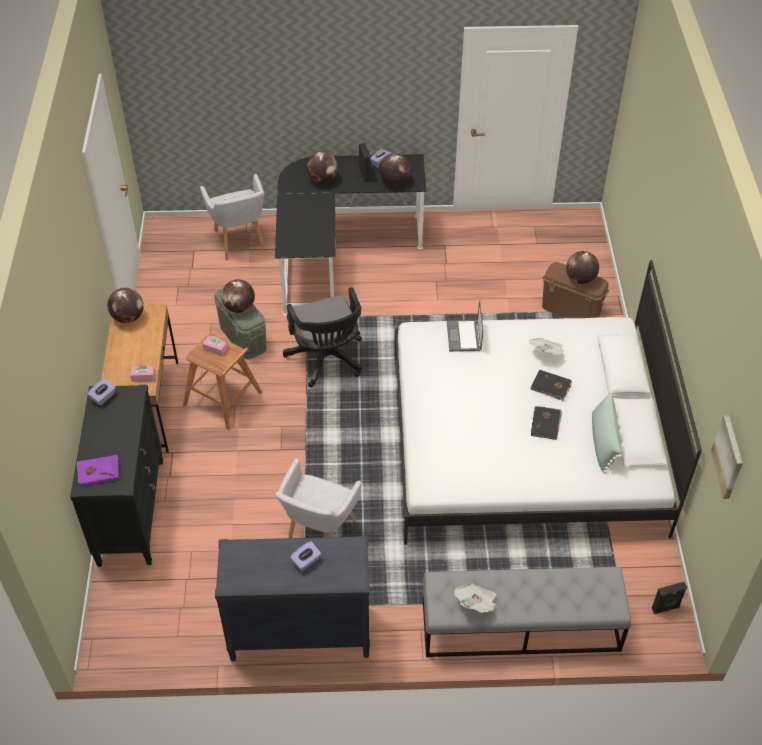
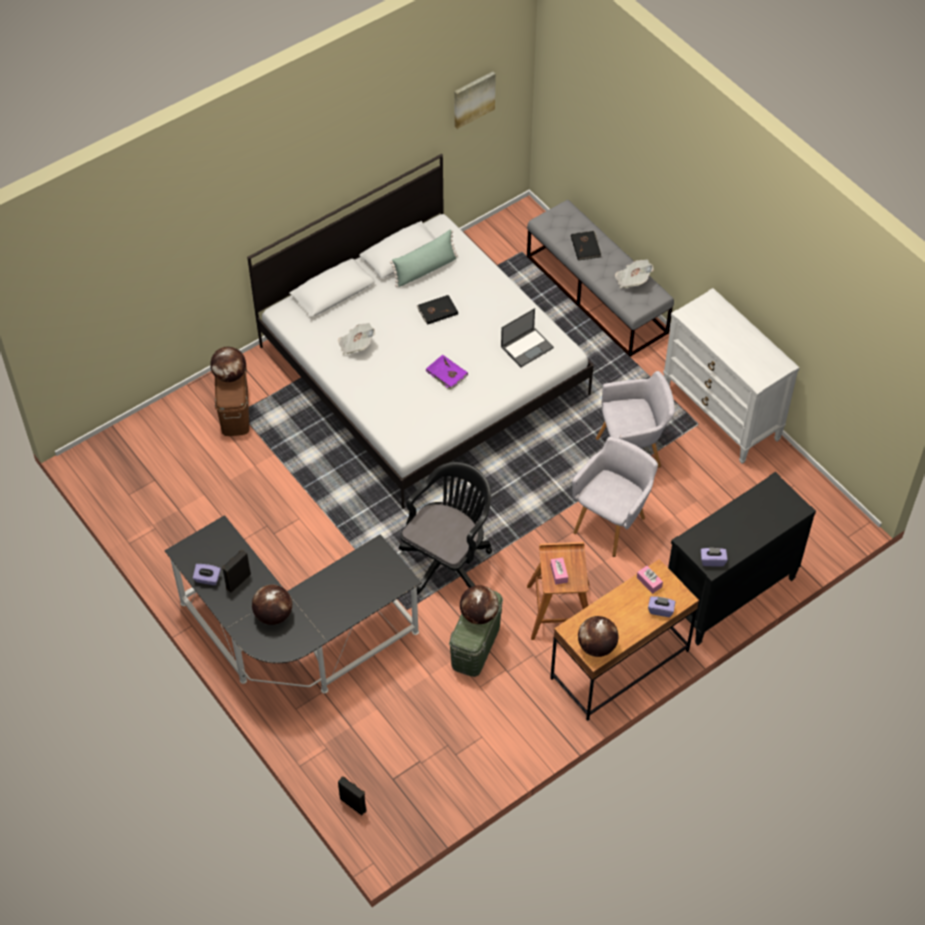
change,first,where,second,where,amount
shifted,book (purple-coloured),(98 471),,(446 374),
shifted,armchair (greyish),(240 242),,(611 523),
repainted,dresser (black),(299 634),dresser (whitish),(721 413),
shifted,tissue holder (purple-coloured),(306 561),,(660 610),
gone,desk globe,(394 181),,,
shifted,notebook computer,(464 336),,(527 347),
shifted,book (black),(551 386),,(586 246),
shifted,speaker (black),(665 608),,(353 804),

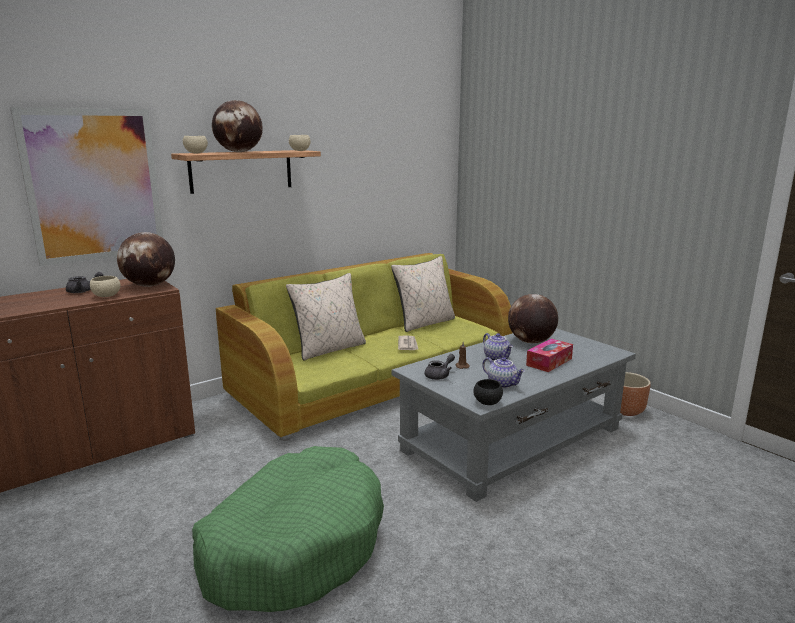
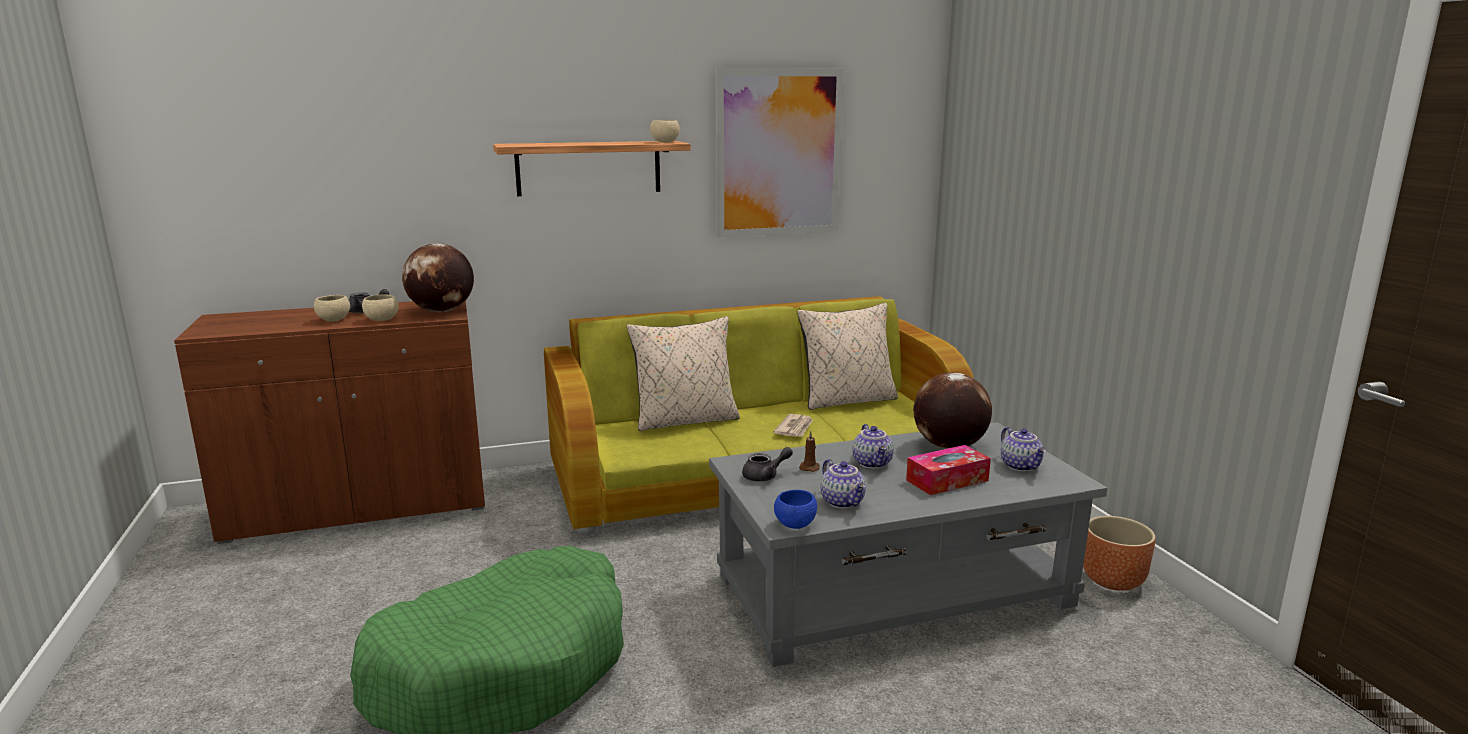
change,first,where,second,where,amount
shifted,picture,(94 185),,(778 153),
shifted,bowl (beige-coloured),(196 153),,(334 320),
gone,desk globe,(239 152),,,
repainted,bowl (black),(487 403),bowl (blue-coloured),(795 524),
new,,,pot for tea,(1021 466),

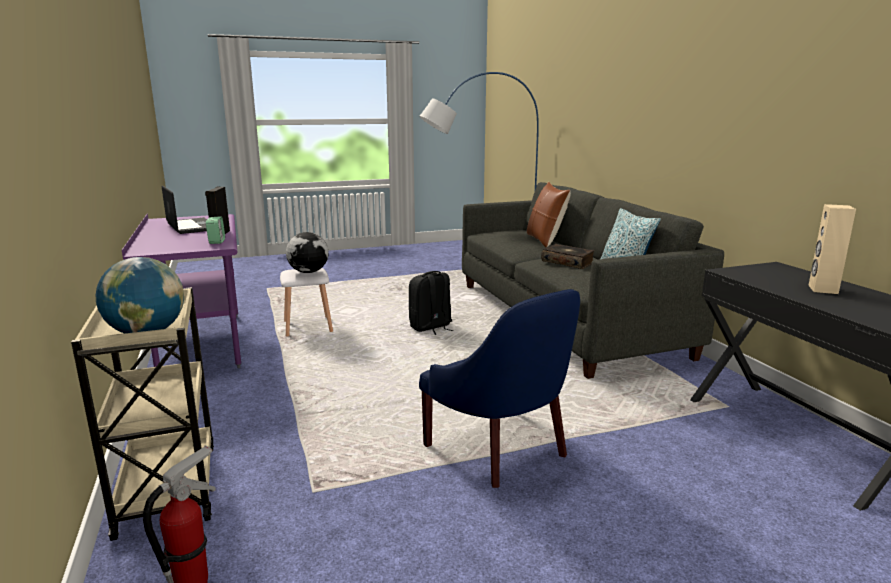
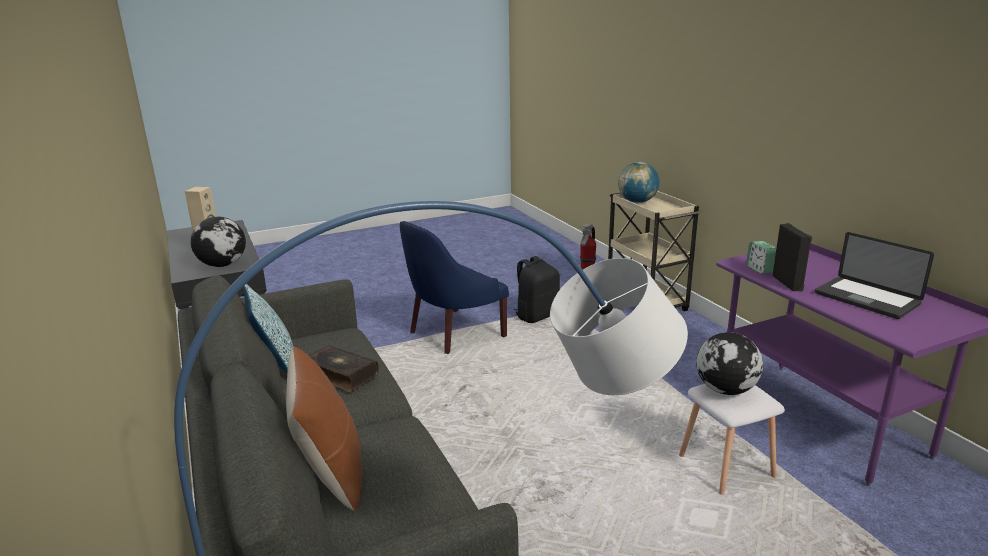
change,first,where,second,where,amount
shifted,rucksack (black),(431 327),,(537 316),
rotated,armchair (blue-coloured),(501 449),,(453 333),90 degrees counterclockwise
new,,,desk globe,(223 265),

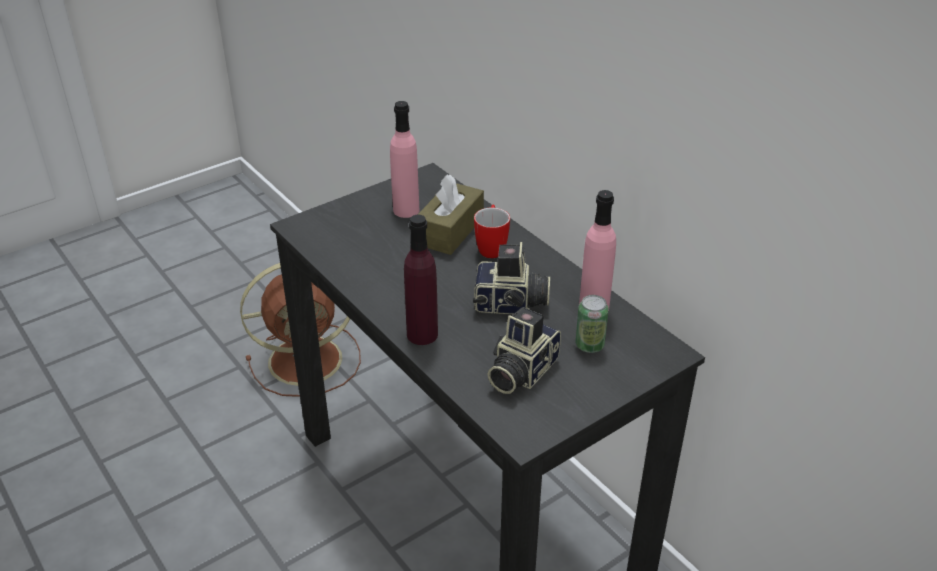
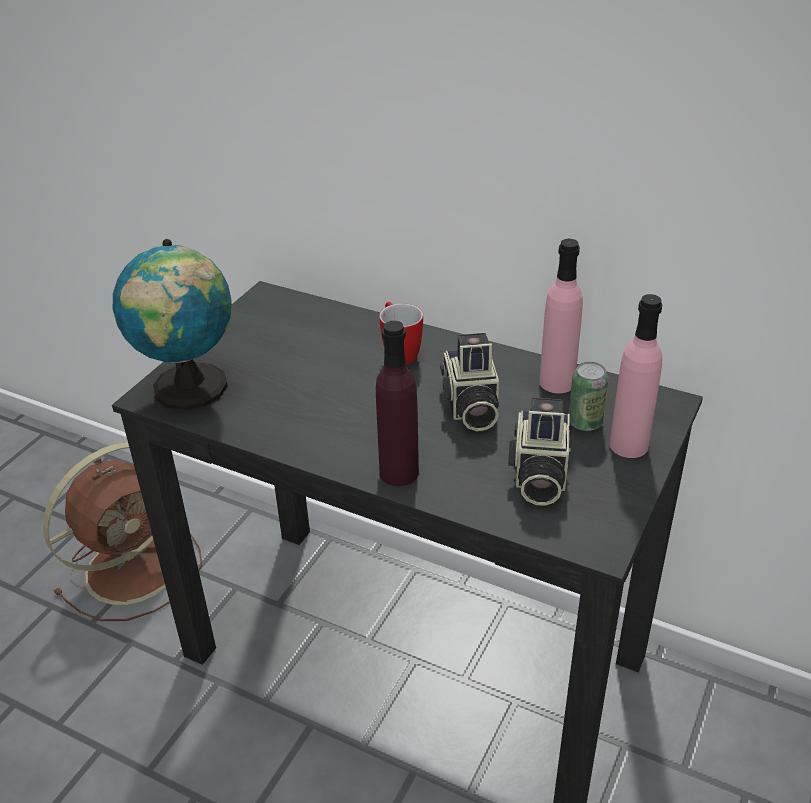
change,first,where,second,where,amount
shifted,beverage bottle (pink-coloured),(406 210),,(628 445),
gone,tissue holder (brownish),(450 230),,,
rotated,photo camera,(511 305),,(469 407),105 degrees clockwise
new,,,desk globe,(190 390),

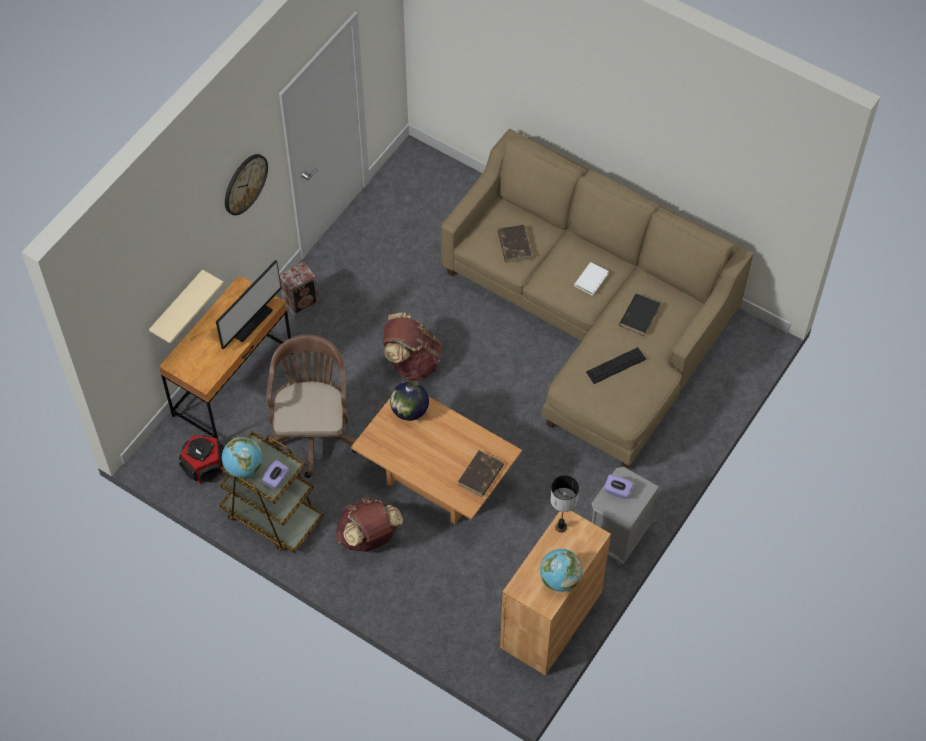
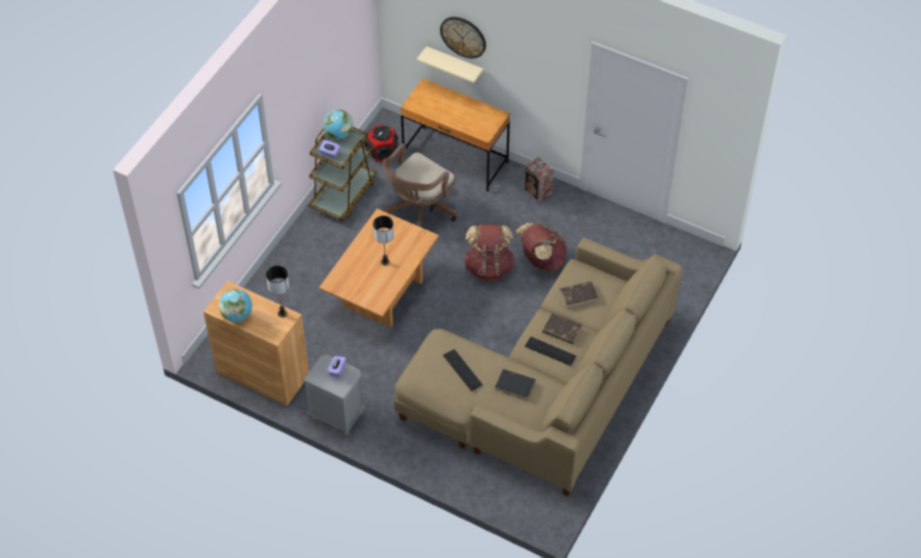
change,first,where,second,where,amount
gone,monitor,(247 320),,,
shifted,wall clock,(245 184),,(463 36),
rotated,desk chair (brownish),(313 431),,(418 211),135 degrees clockwise
shifted,rucksack (brownish),(369 537),,(541 260),
gone,desk globe,(409 411),,,
shifted,book (brownish),(480 475),,(561 330),
swapped,book (whitish),(591 280),PC keyboard,(550 351),
new,,,table lamp,(385 262),

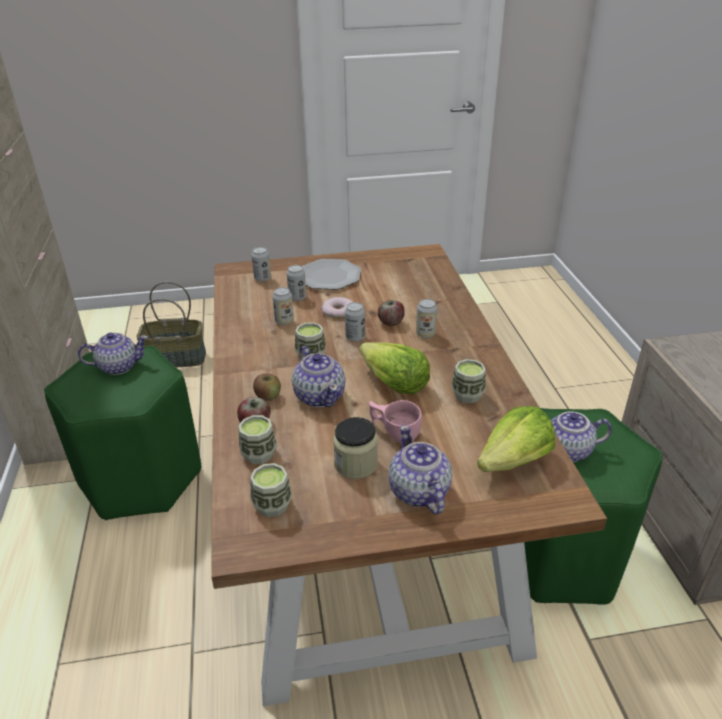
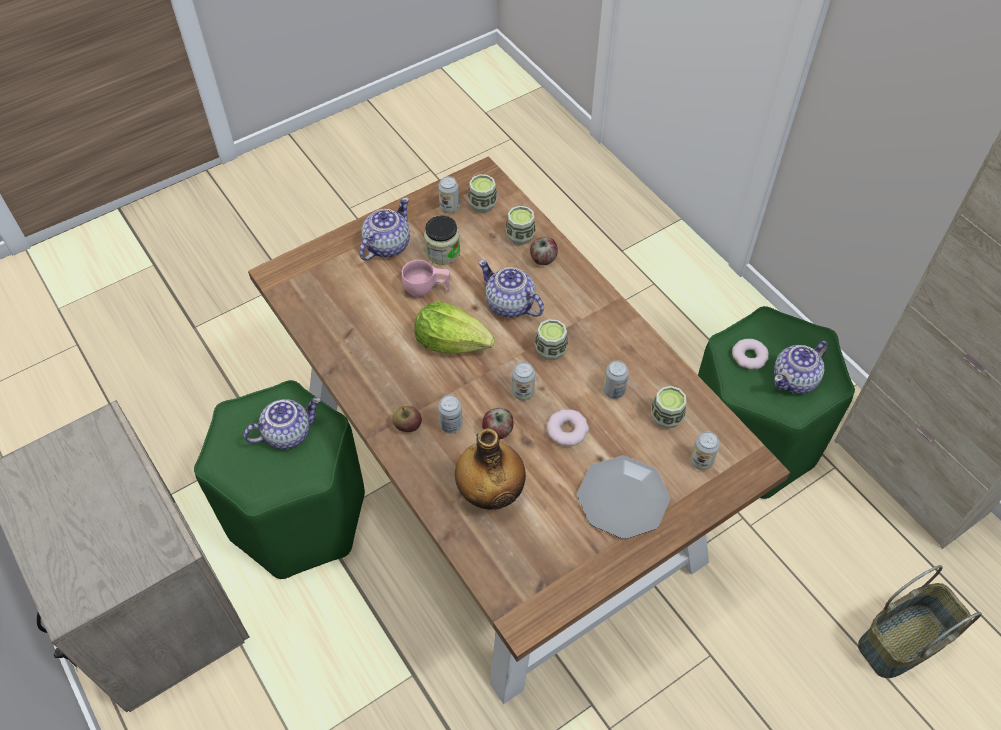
change,first,where,second,where,amount
shifted,whole apple,(268 396),,(407 425),
shifted,metal can,(297 297),,(449 207),
rotated,pot for tea,(418 492),,(386 245),105 degrees counterclockwise
shifted,small cup,(467 395),,(666 417),
gone,lettuce head,(514 461),,,
new,,,beverage bottle,(491 492),
new,,,doughnut,(749 356),

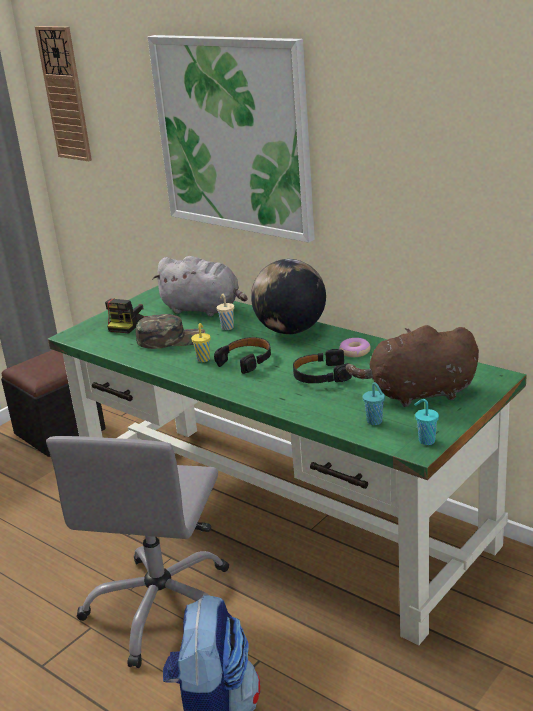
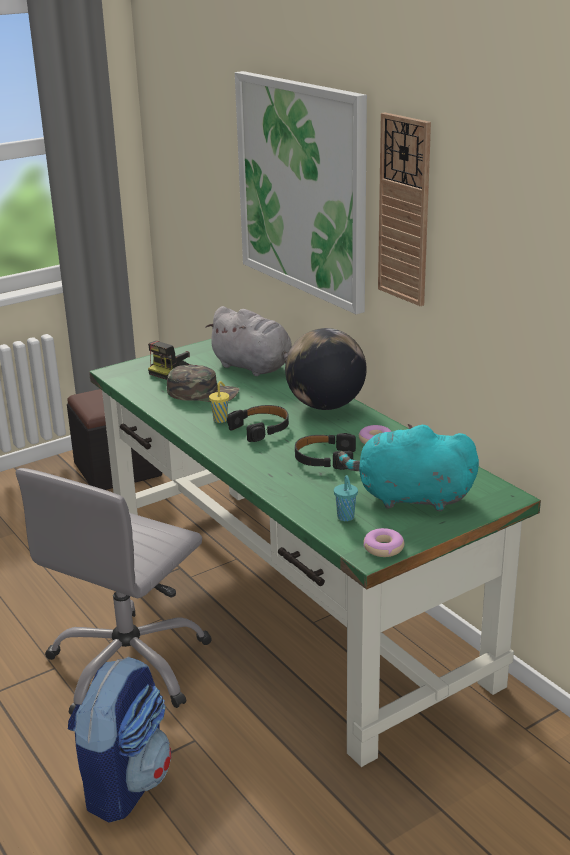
change,first,where,second,where,amount
shifted,wall clock,(65 94),,(405 210),
gone,small cup (beige-coloured),(227 327),,,
repainted,cuddly toy (brownish),(418 394),cuddly toy (turquoise),(409 498),
swapped,small cup (turquoise),(425 441),doughnut,(383 548),

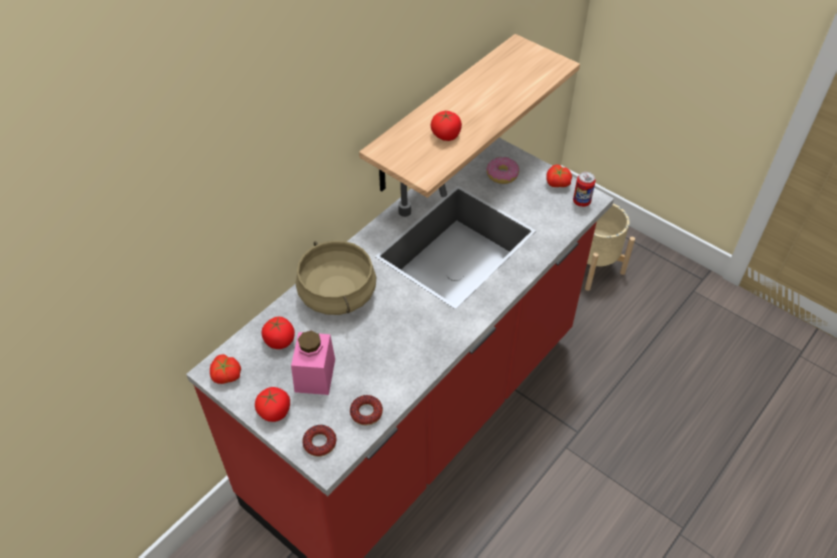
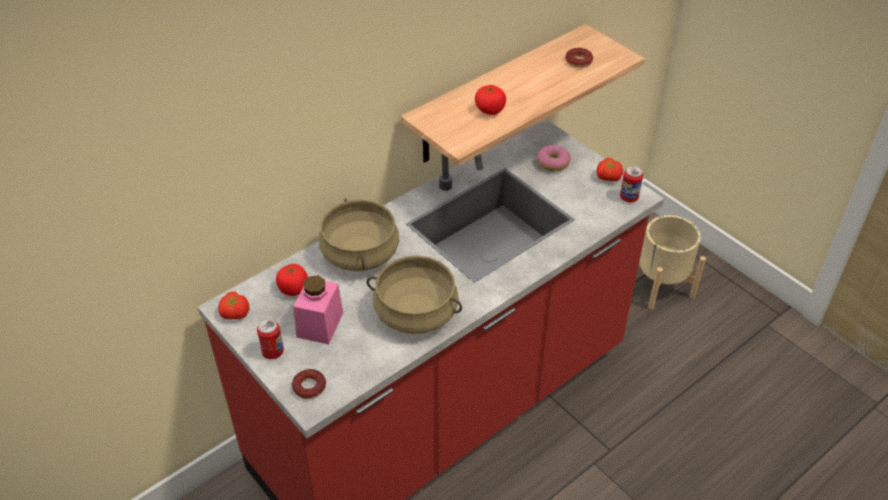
change,first,where,second,where,amount
swapped,tomato,(274 411),metal can,(273 352),
shifted,doughnut,(366 412),,(578 61),
new,,,cooking pot (beige-coloured),(415 313),

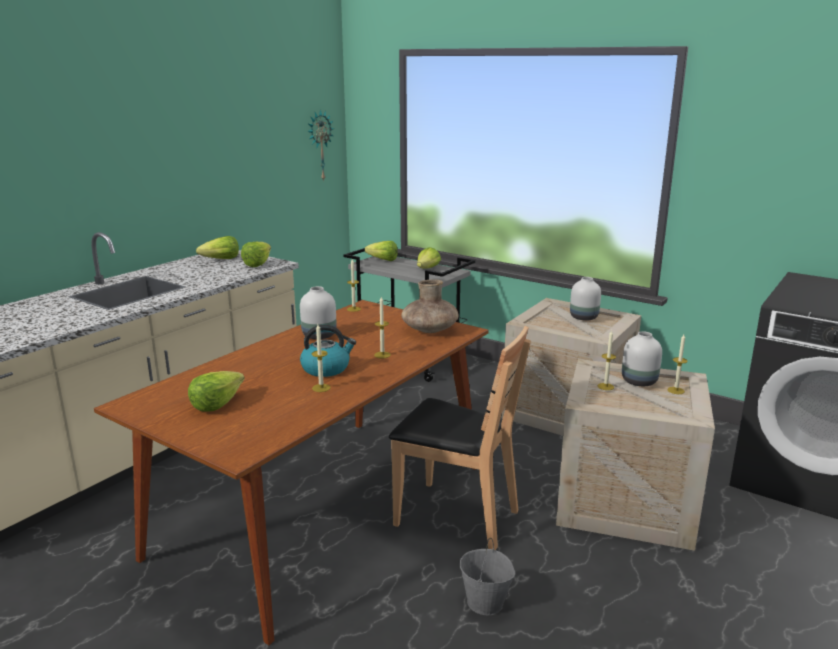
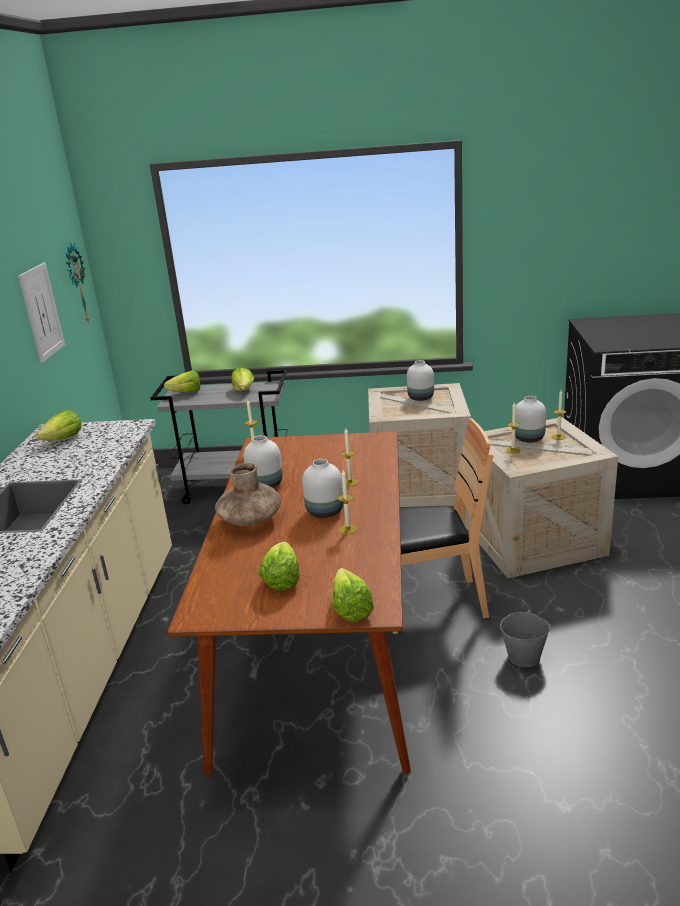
change,first,where,second,where,amount
shifted,lettuce head,(260 263),,(351 605),
swapped,kettle,(326 369),flower vase (whitish),(324 511),
shifted,flower vase (brownish),(429 330),,(250 520),
new,,,picture,(42 312),

